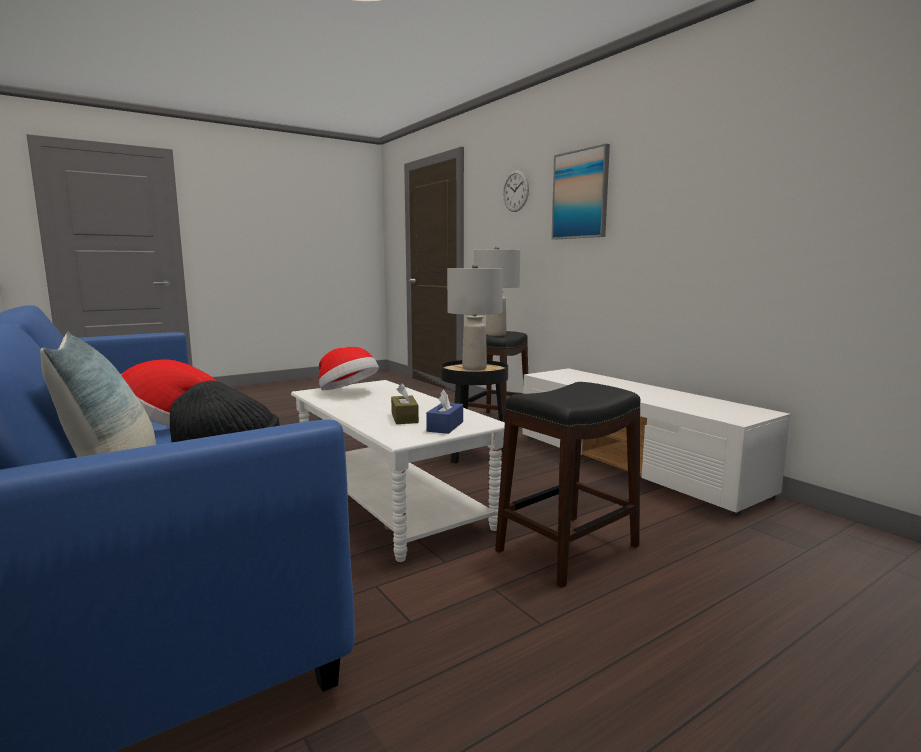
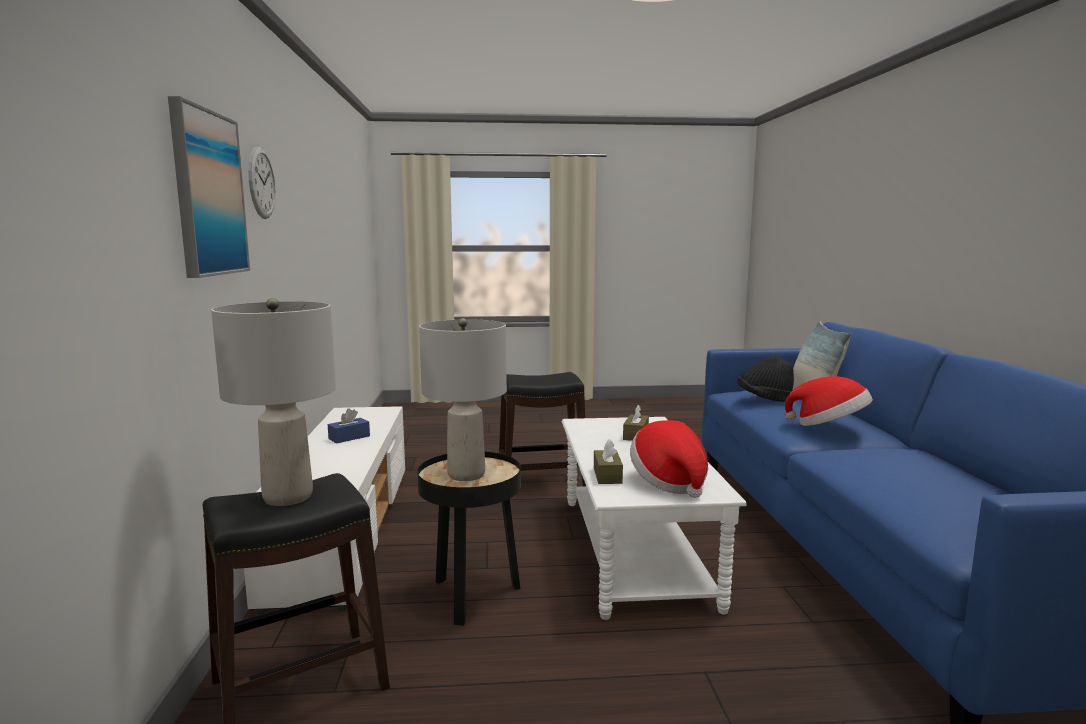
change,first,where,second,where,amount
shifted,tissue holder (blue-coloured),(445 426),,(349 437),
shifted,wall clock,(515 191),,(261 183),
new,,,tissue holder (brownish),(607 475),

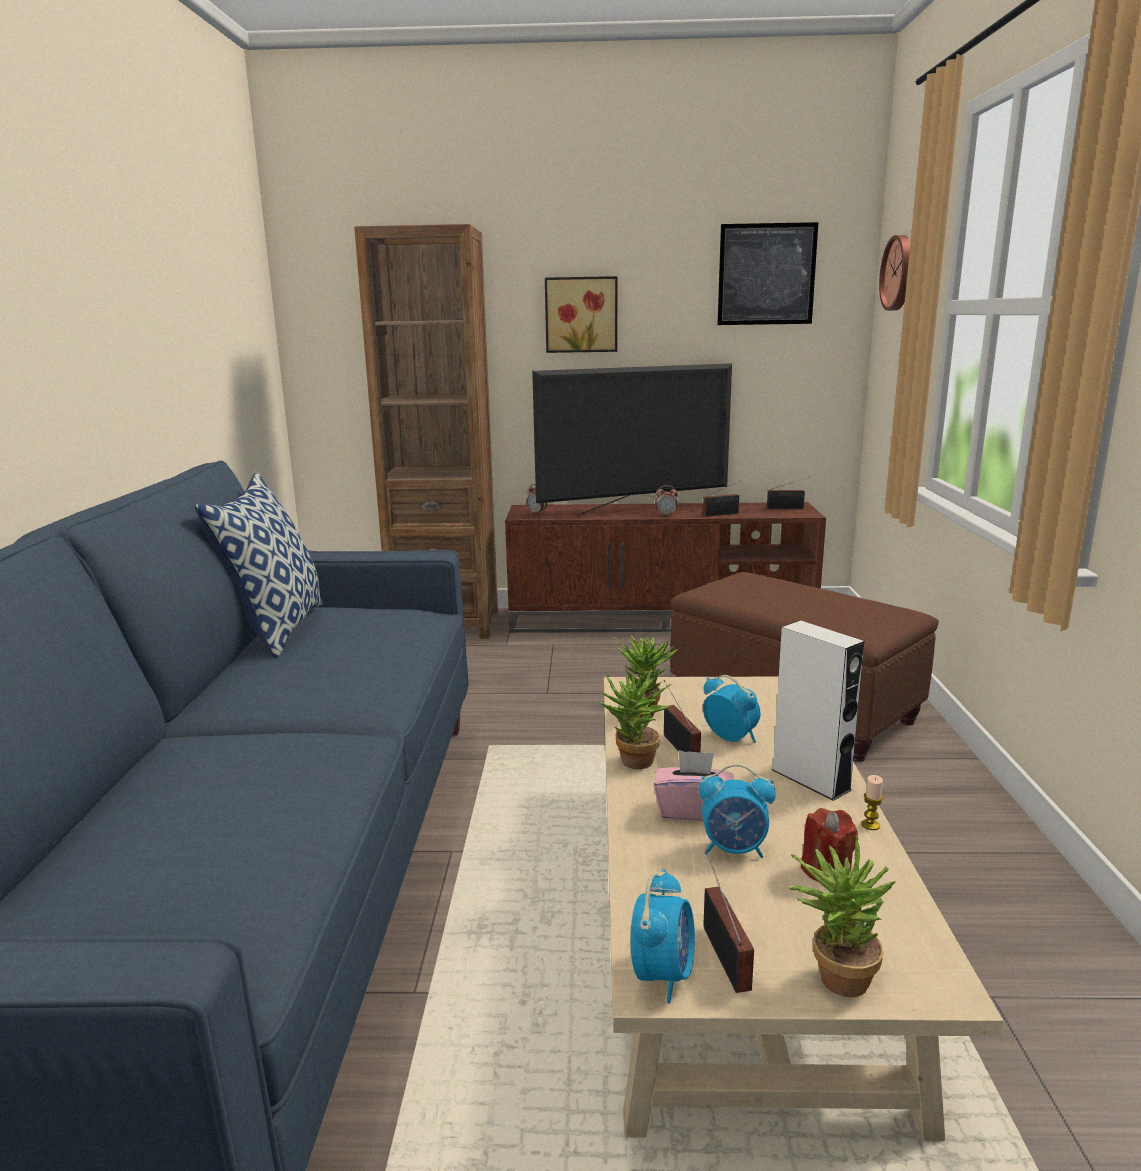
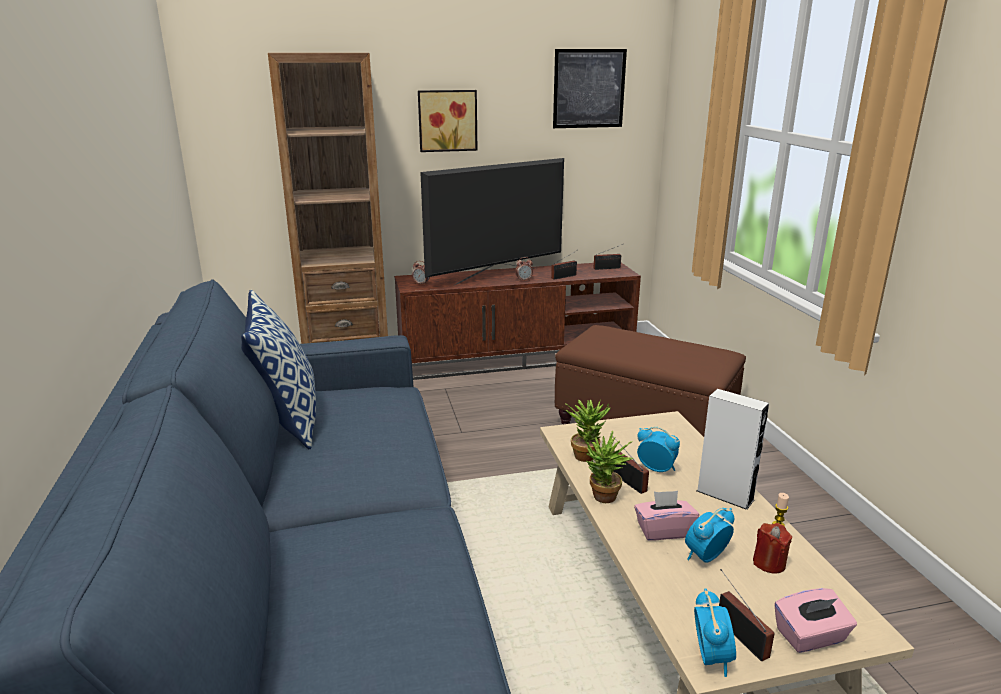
change,first,where,second,where,amount
rotated,table clock,(734 849),,(705 557),150 degrees clockwise
swapped,plant in a pot,(834 975),tissue holder (pink-coloured),(810 637),
gone,wall clock,(899 273),,,

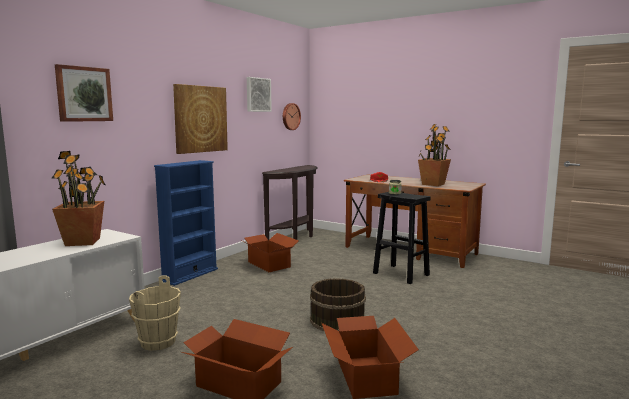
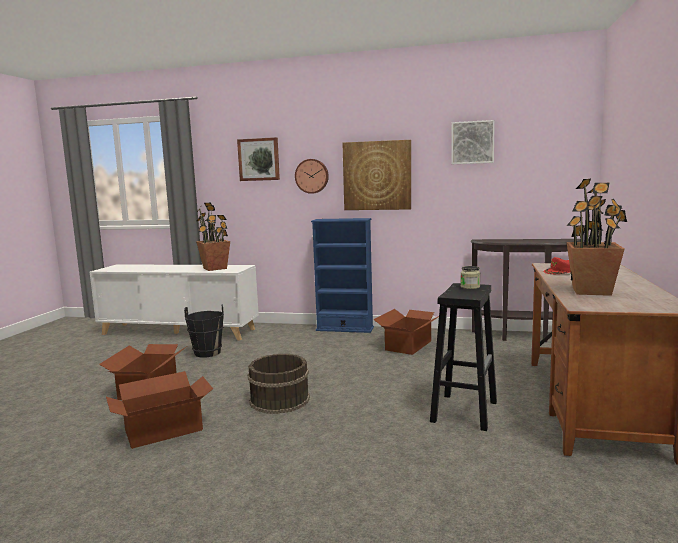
change,first,where,second,where,amount
repainted,bucket (beige-coloured),(158 342),bucket (black),(207 353),
shifted,wall clock,(290 116),,(312 176),

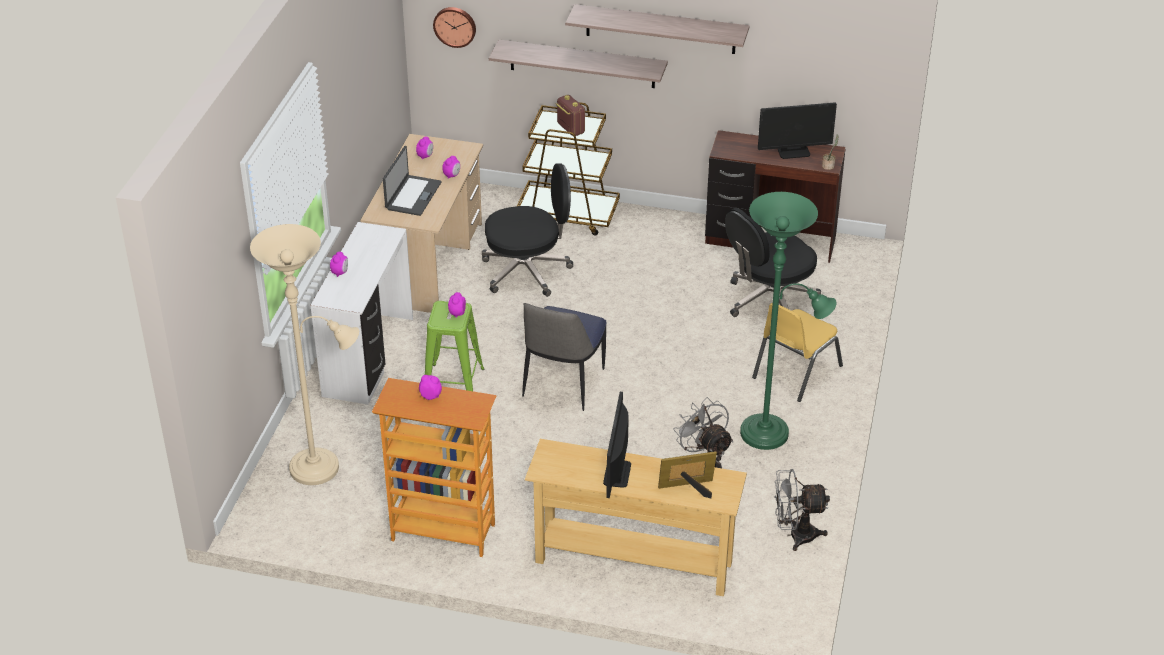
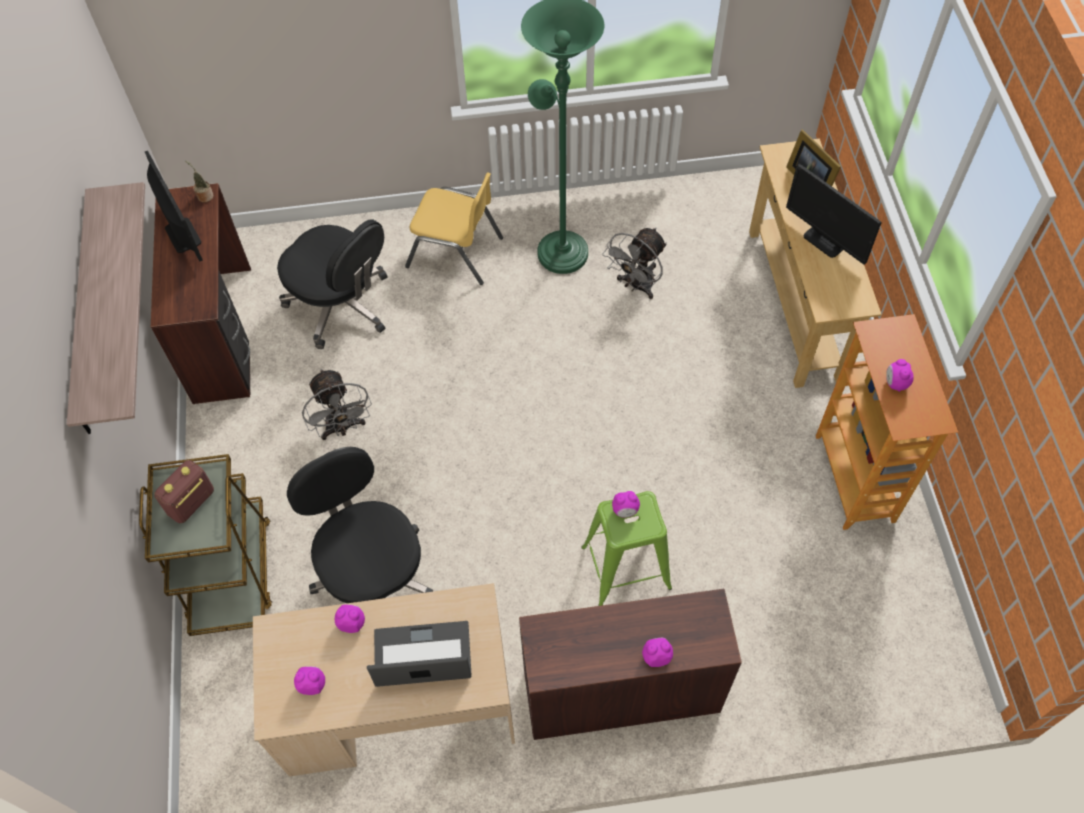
change,first,where,second,where,amount
gone,standard lamp (beige-coloured),(321 467),,,
repainted,desk unit (whitish),(369 357),desk unit (brownish),(620 690),
gone,wall clock,(455 26),,,
gone,wall shelf,(582 64),,,
gone,chair,(563 384),,,
rotated,monitor,(617 473),,(825 240),60 degrees clockwise
shifted,cooling fan (greyish),(795 535),,(342 428),

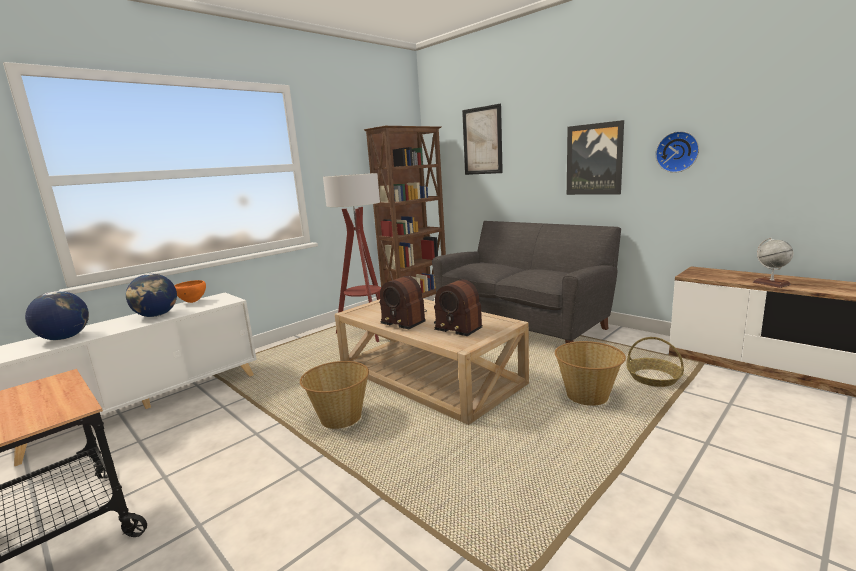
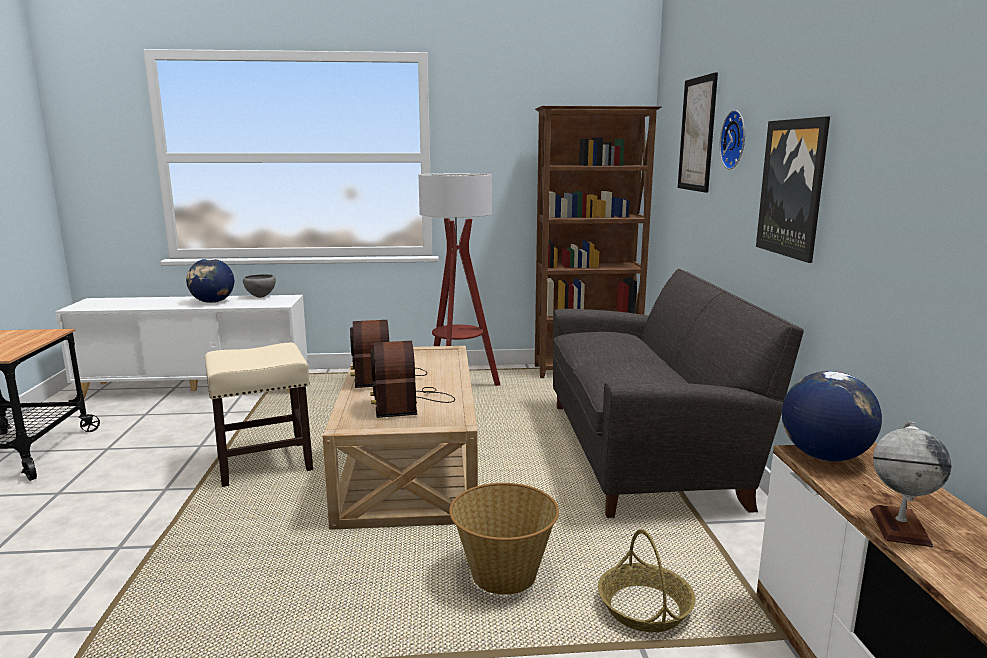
change,first,where,second,where,amount
shifted,desk globe,(64 338),,(824 456),
repainted,bowl (orange),(192 302),bowl (greyish),(260 297),
swapped,storage basket,(340 418),stool seat (beige-coloured),(266 464),
shifted,wall clock,(677 152),,(736 140),

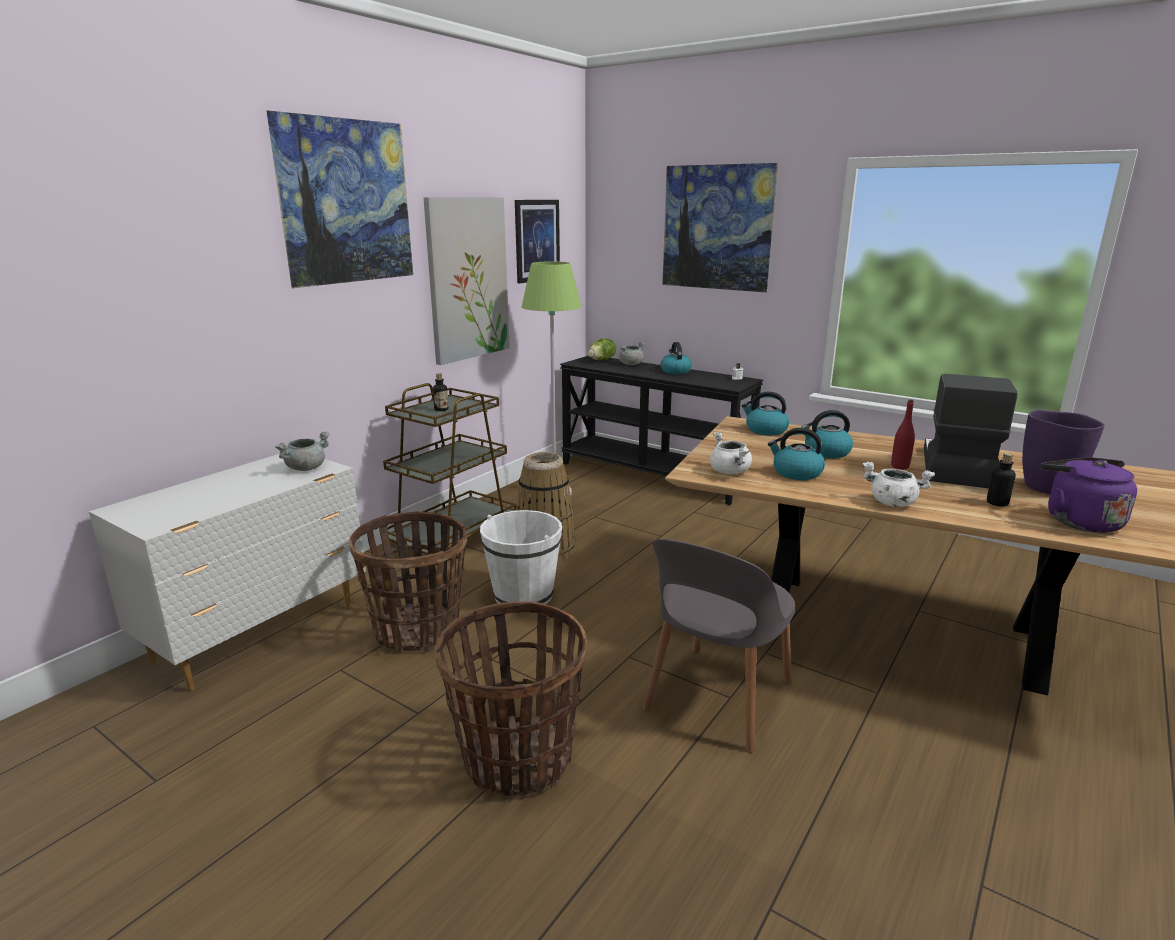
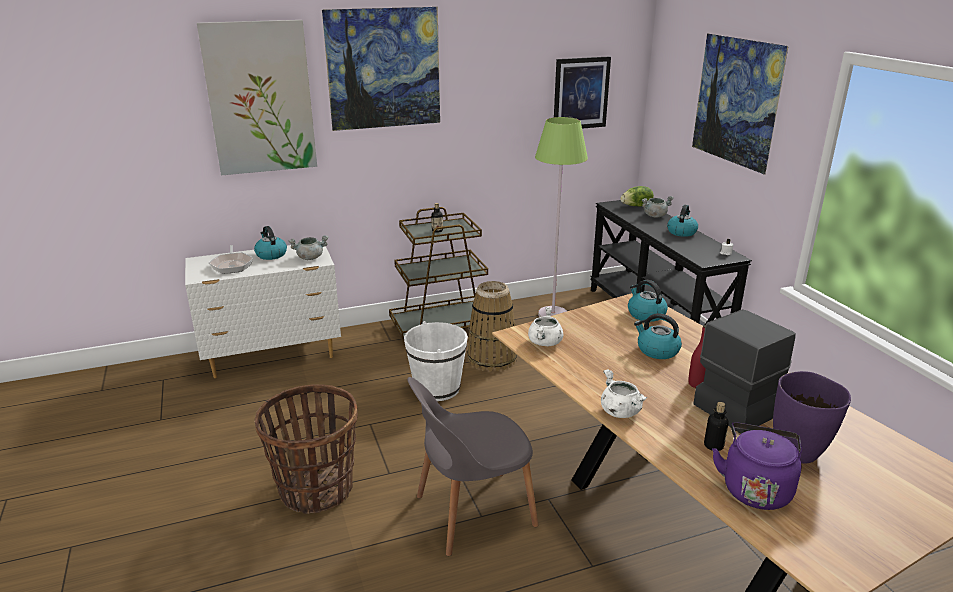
change,first,where,second,where,amount
gone,storage basket,(418 631),,,
shifted,picture,(468 279),,(260 98),
shifted,kettle,(796 473),,(271 254),
new,,,skillet,(232 265),

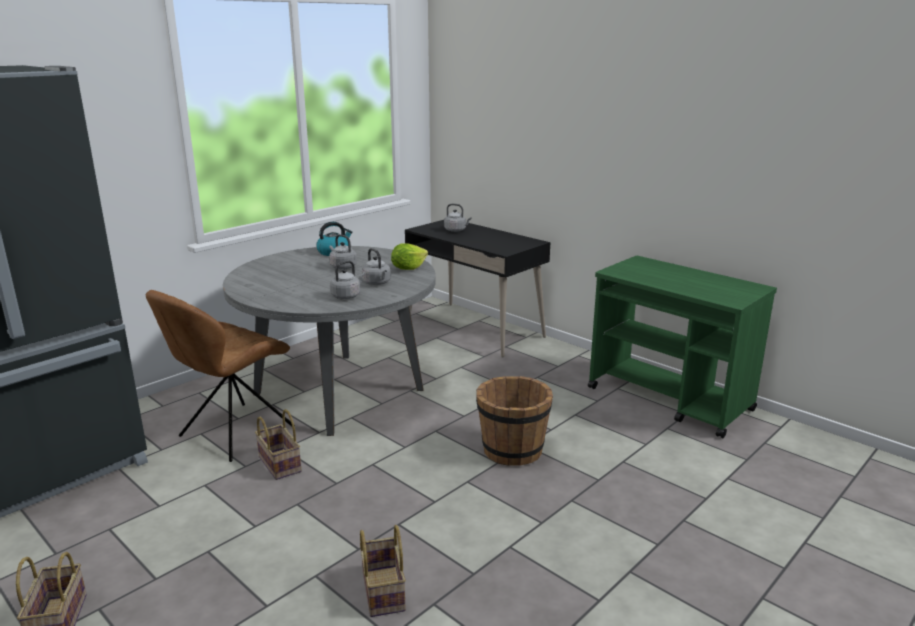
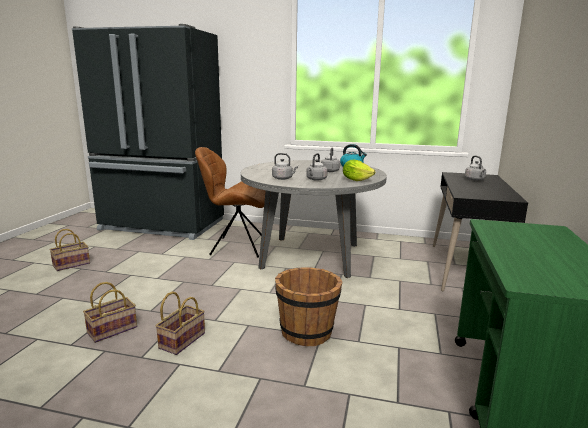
change,first,where,second,where,amount
shifted,storage basket,(278 464),,(182 340),

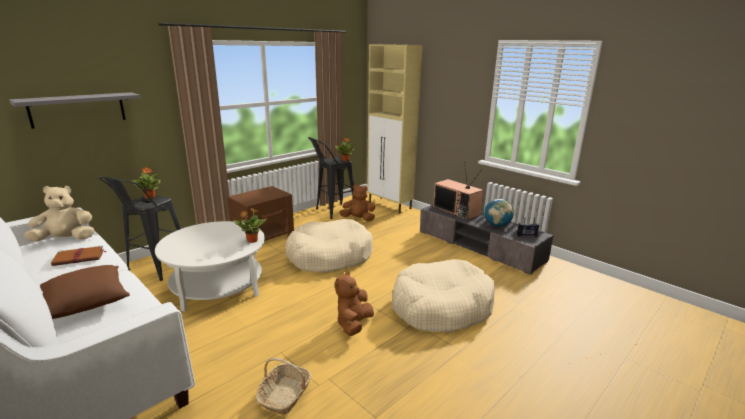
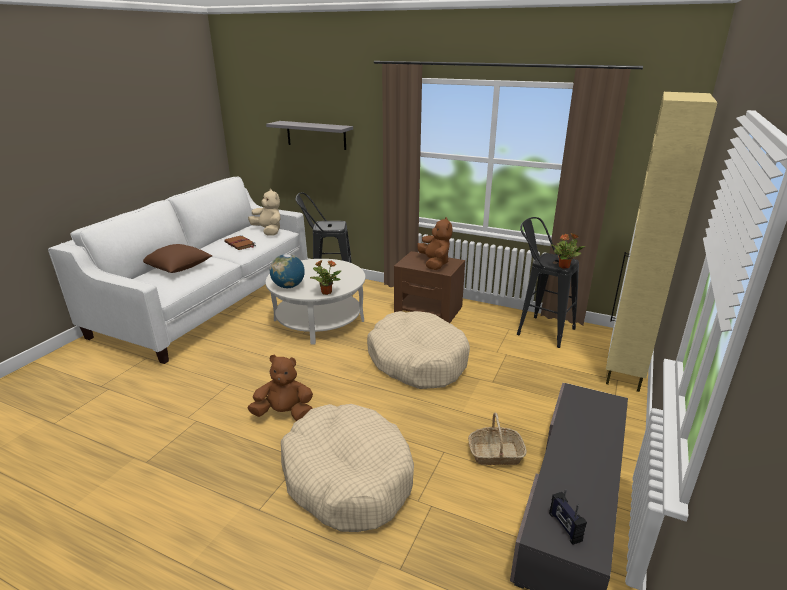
change,first,where,second,where,amount
gone,plant in a pot,(150 197),,,
shifted,storage basket,(285 395),,(495 454),
shifted,cuddly toy (brownish),(358 219),,(434 263),
gone,TV set,(457 211),,,
shifted,desk globe,(497 225),,(288 286),

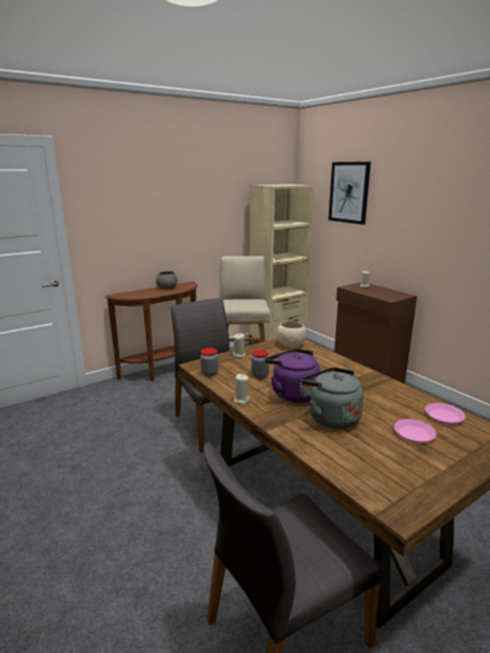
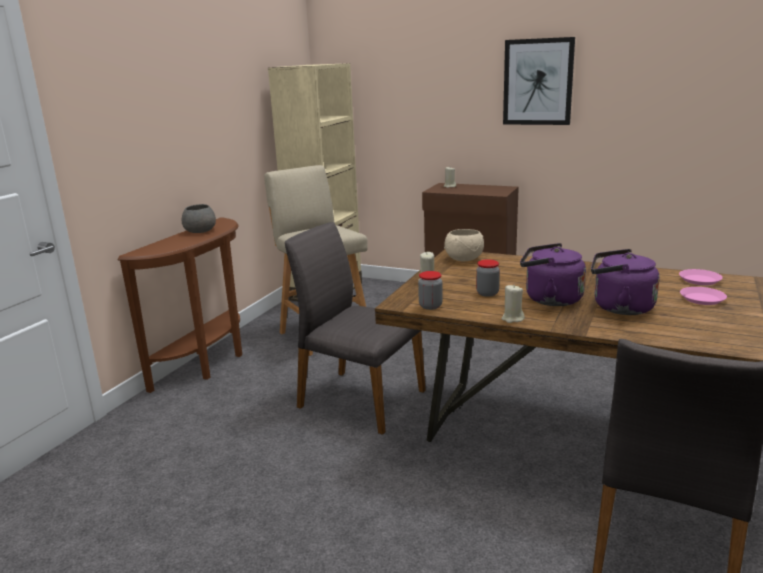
change,first,where,second,where,amount
repainted,kettle (greyish),(331 417),kettle (purple-coloured),(619 307),
shifted,picture,(349 192),,(538 82),

